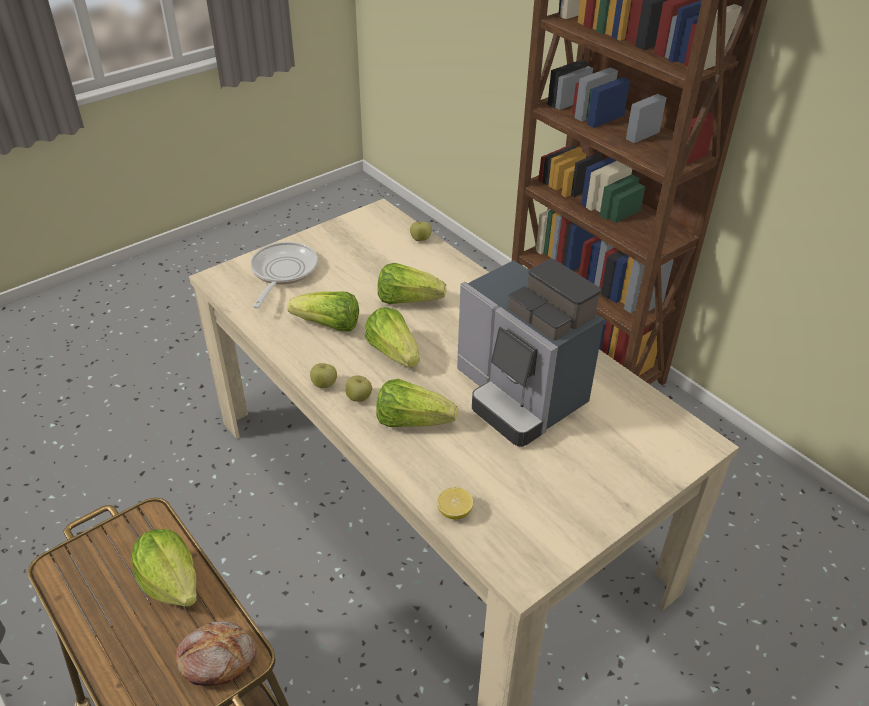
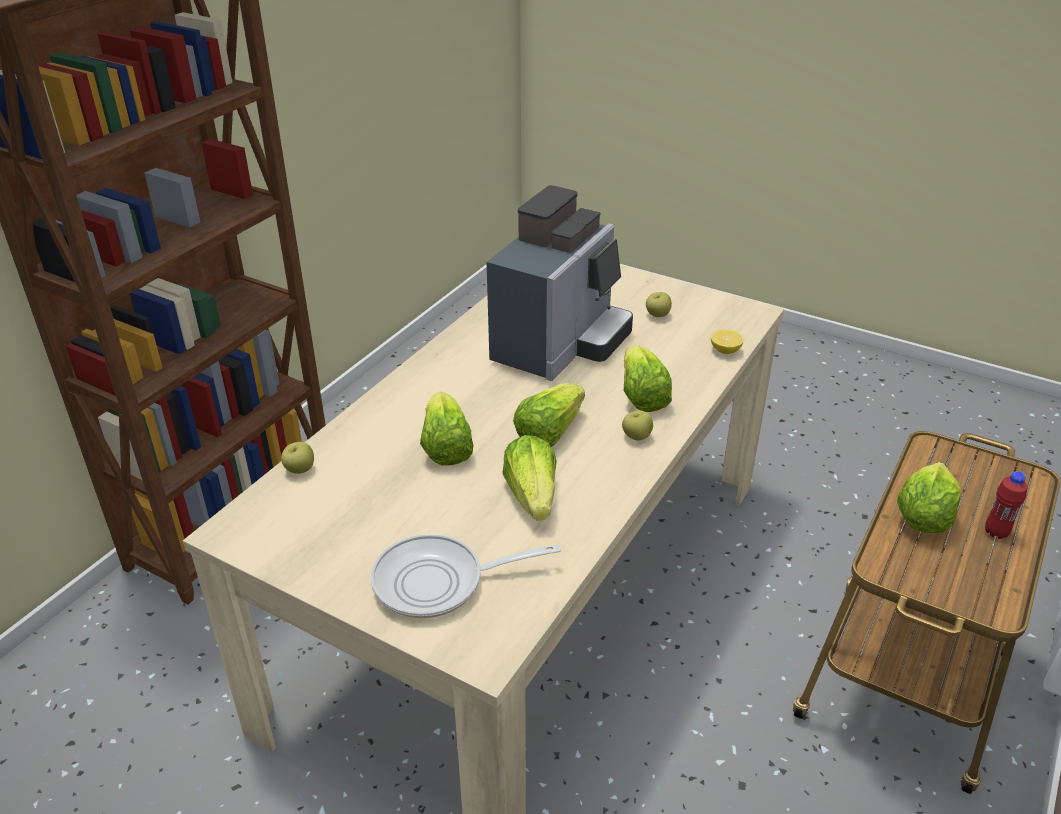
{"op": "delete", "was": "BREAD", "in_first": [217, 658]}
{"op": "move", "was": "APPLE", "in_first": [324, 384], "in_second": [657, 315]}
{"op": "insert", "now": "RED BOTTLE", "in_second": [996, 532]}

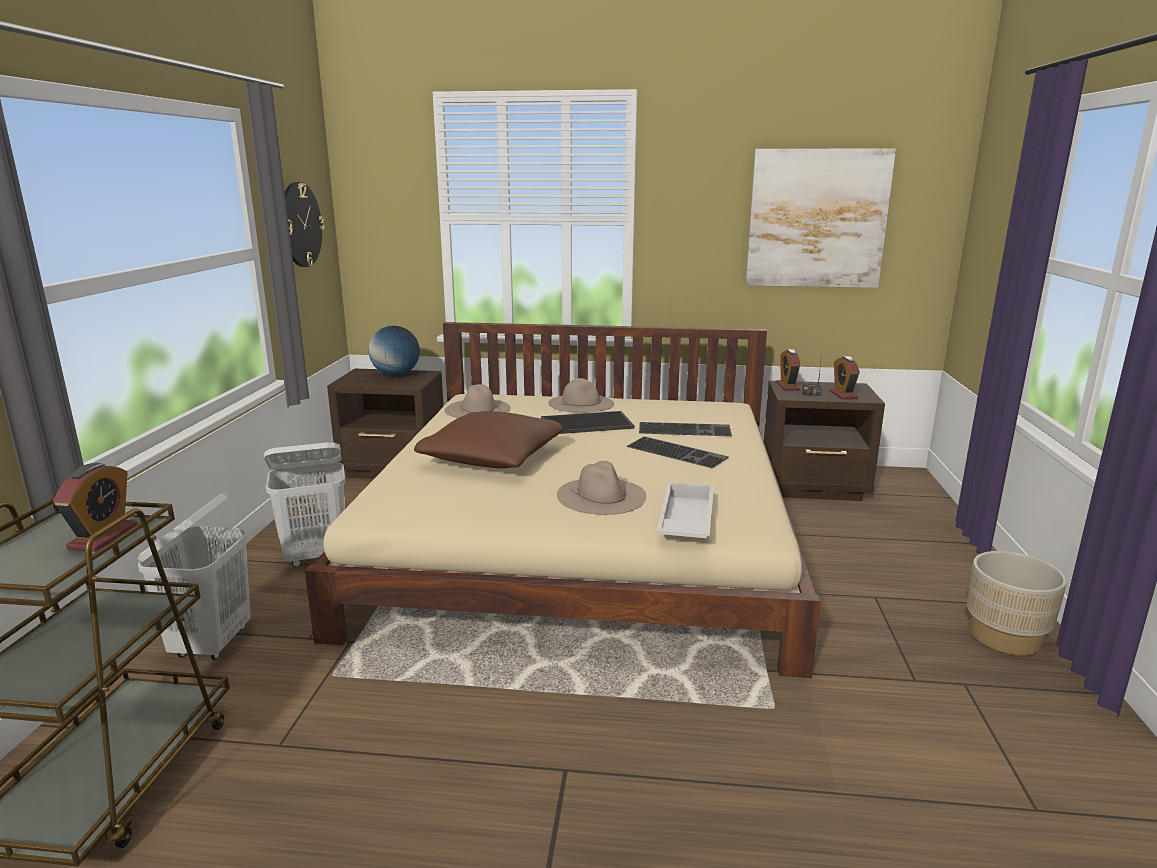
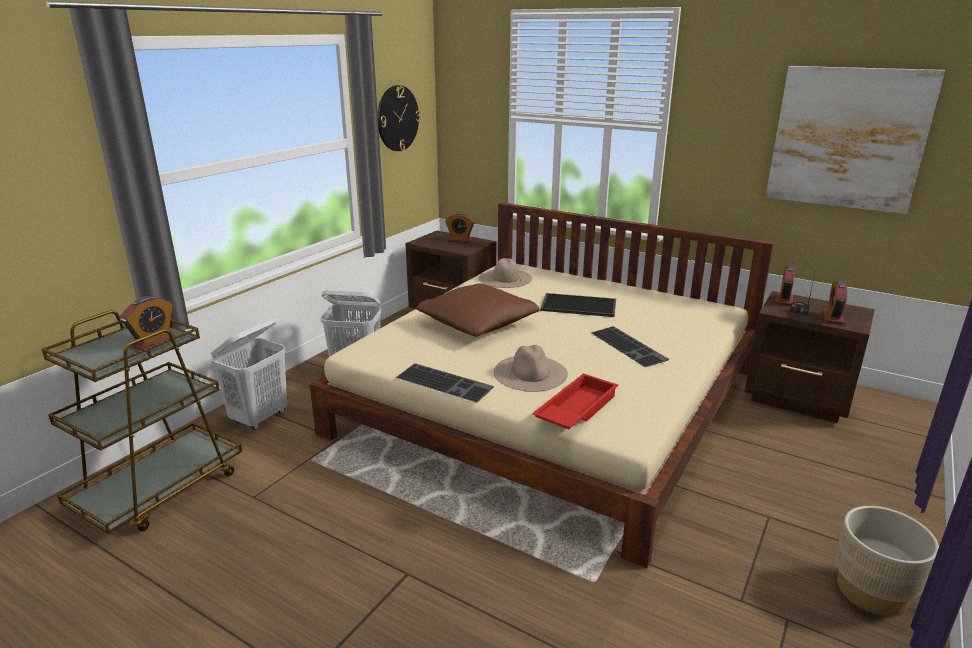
{"op": "replace", "was": "GLOBE", "now": "ALARM CLOCK", "in_first": [396, 375], "in_second": [460, 240]}
{"op": "delete", "was": "BEIGE HAT", "in_first": [581, 403]}
{"op": "move", "was": "KEYBOARD", "in_first": [685, 429], "in_second": [446, 382]}
{"op": "recolor", "was": "WHITE TRAY", "now": "RED TRAY", "in_first": [684, 520], "in_second": [575, 409]}

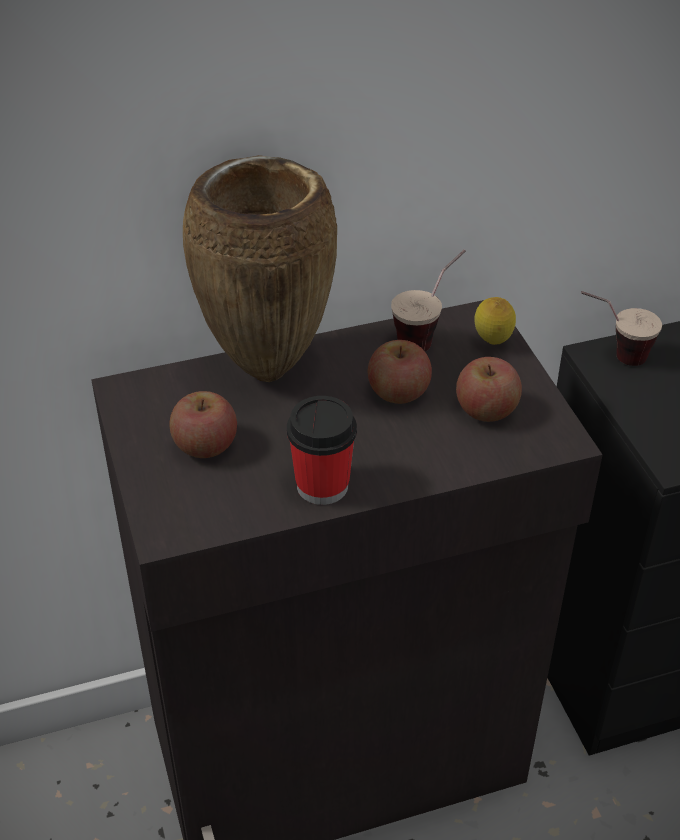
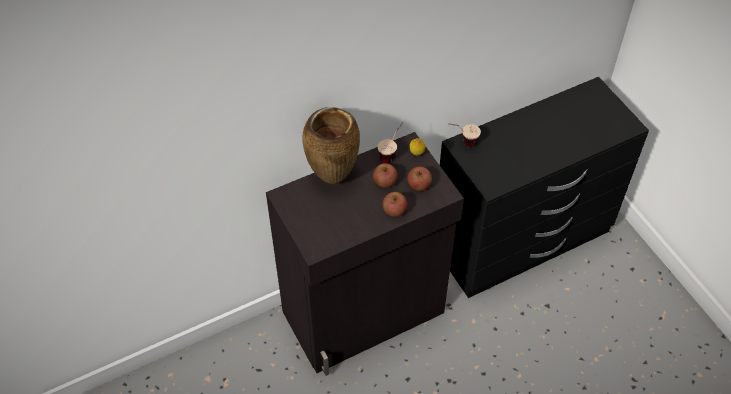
{"op": "move", "was": "APPLE", "in_first": [205, 445], "in_second": [394, 210]}
{"op": "delete", "was": "CUP", "in_first": [322, 485]}

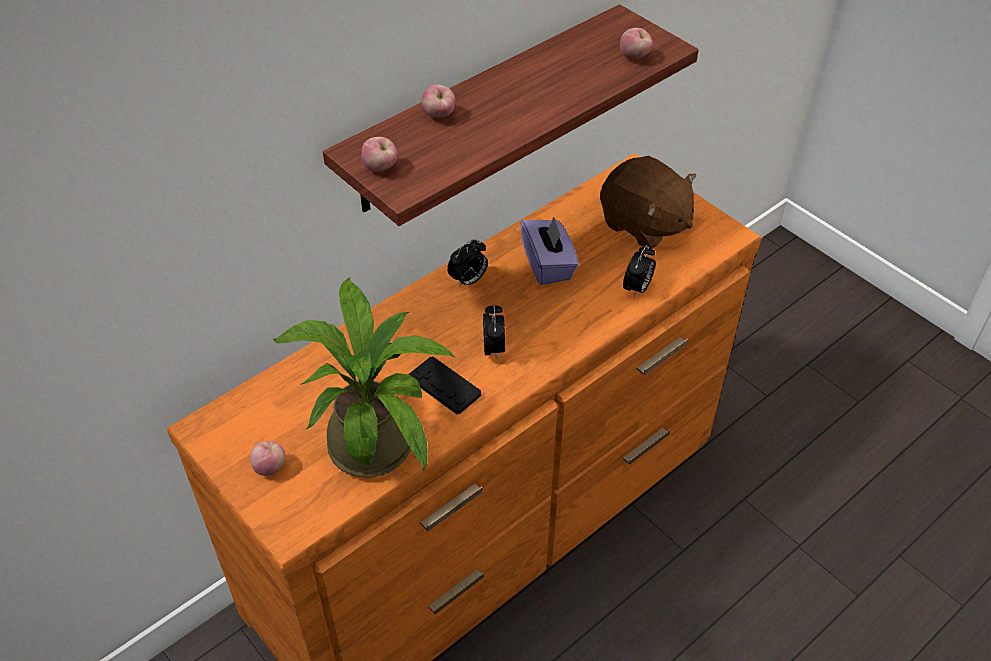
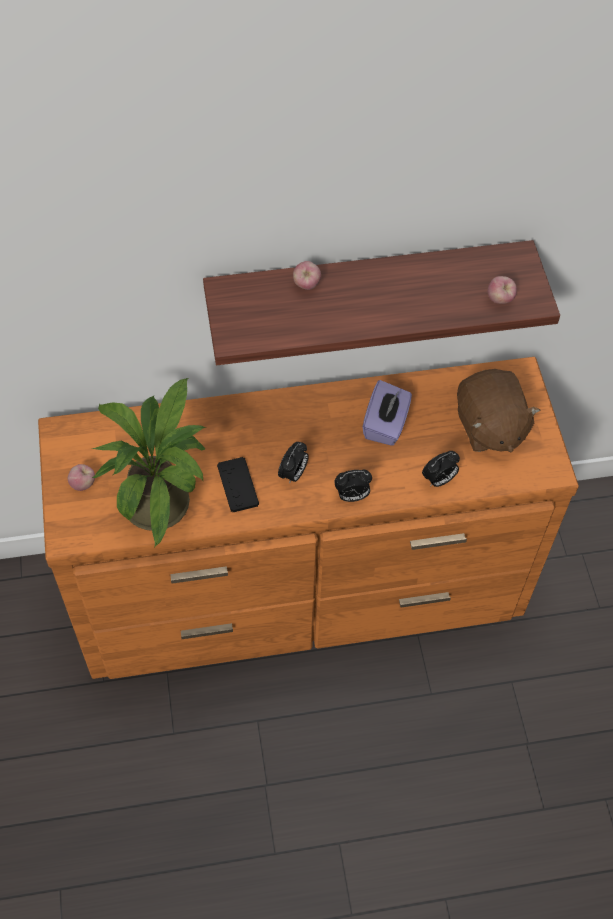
{"op": "delete", "was": "APPLE", "in_first": [380, 168]}
{"op": "move", "was": "ALARM CLOCK", "in_first": [468, 281], "in_second": [352, 496]}

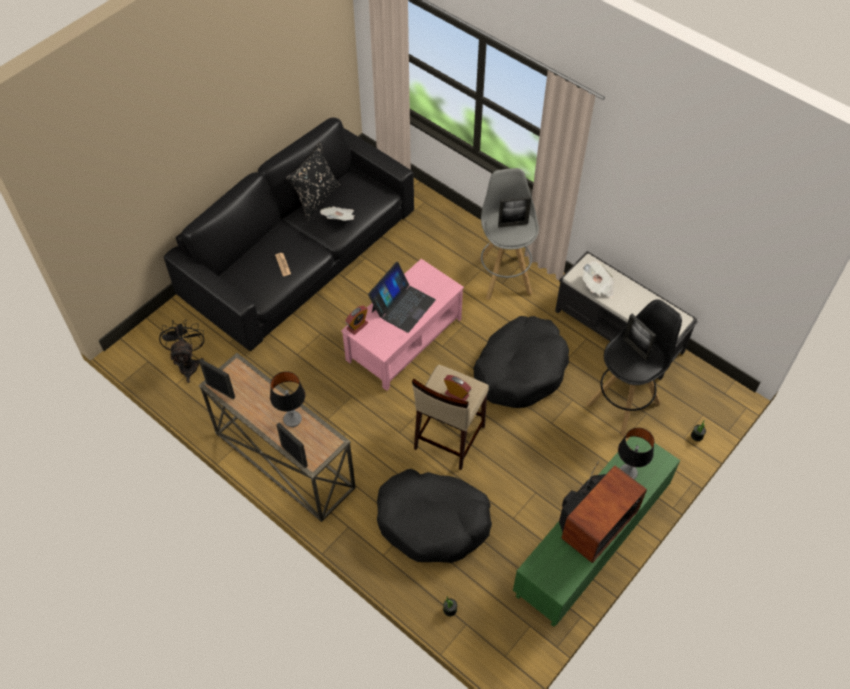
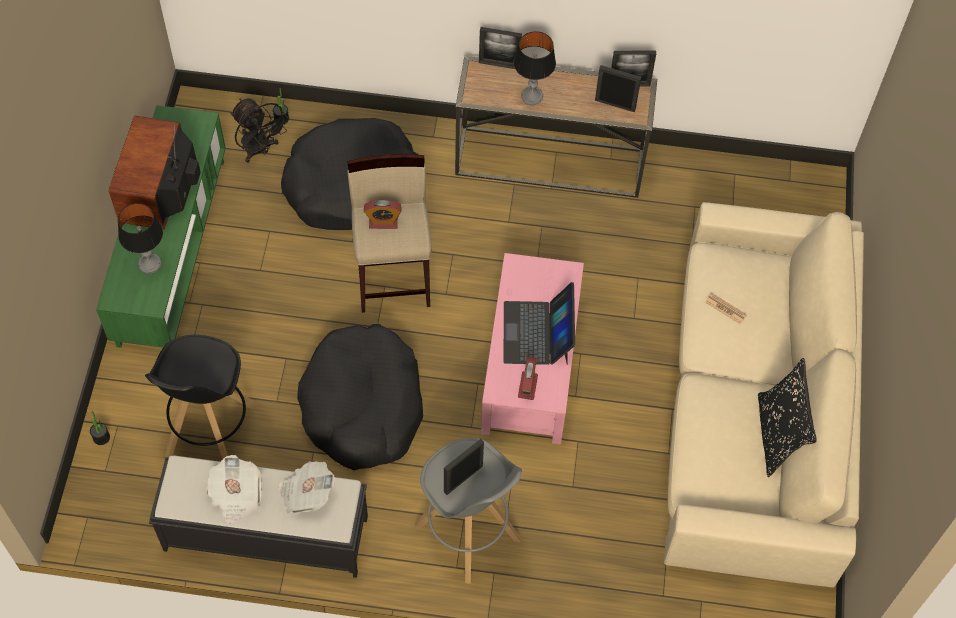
{"op": "move", "was": "BLACK FAN", "in_first": [188, 363], "in_second": [260, 150]}
{"op": "recolor", "was": "BLACK SOFA", "now": "BEIGE SOFA", "in_first": [300, 254], "in_second": [754, 409]}
{"op": "move", "was": "NEWSPAPER", "in_first": [339, 219], "in_second": [236, 496]}
{"op": "move", "was": "ALARM CLOCK", "in_first": [357, 326], "in_second": [527, 386]}
{"op": "move", "was": "PICTURE FRAME", "in_first": [635, 348], "in_second": [615, 104]}

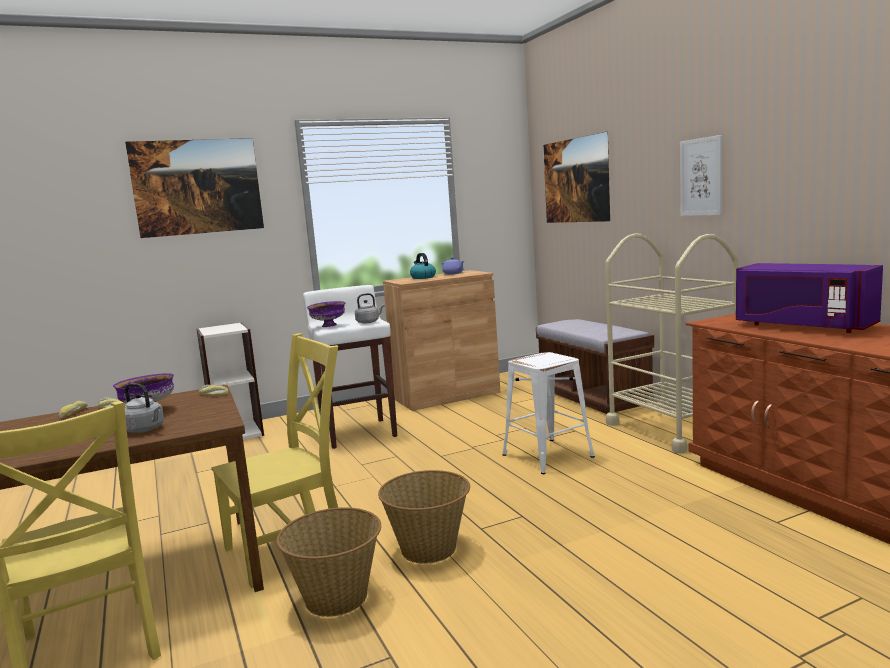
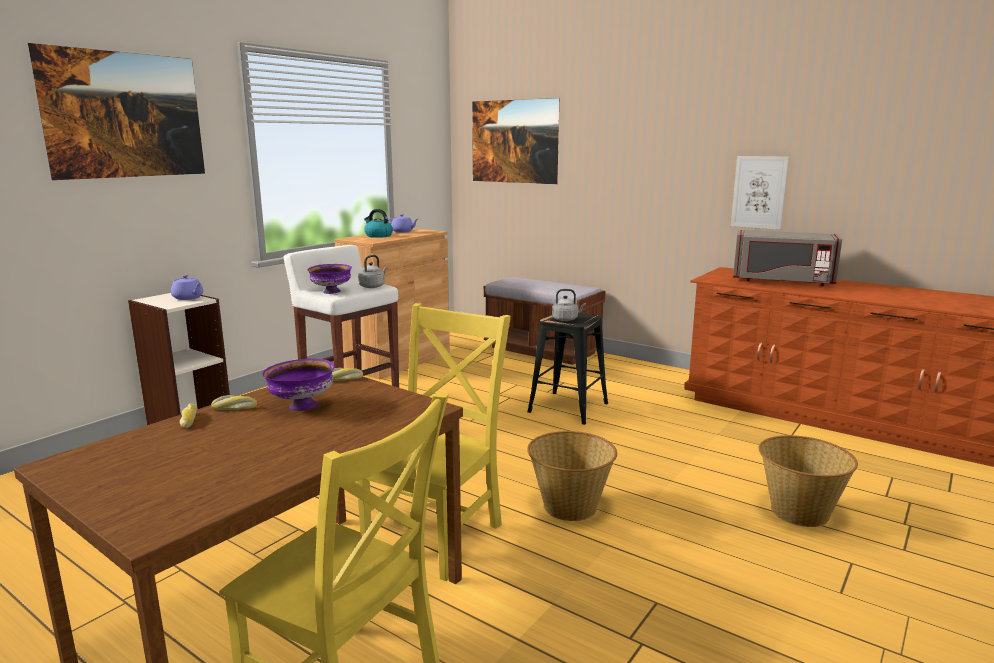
{"op": "move", "was": "GREY KETTLE", "in_first": [146, 429], "in_second": [566, 319]}
{"op": "move", "was": "BASKET", "in_first": [337, 597], "in_second": [799, 511]}
{"op": "recolor", "was": "WHITE STOOL", "now": "BLACK STOOL", "in_first": [548, 456], "in_second": [569, 407]}
{"op": "delete", "was": "BEIGE CART", "in_first": [670, 429]}
{"op": "move", "was": "PICTURE", "in_first": [701, 177], "in_second": [759, 192]}
{"op": "recolor", "was": "PURPLE MICROWAVE", "now": "GREY MICROWAVE", "in_first": [802, 326], "in_second": [782, 281]}
{"op": "insert", "now": "PURPLE TEAPOT", "in_second": [188, 298]}

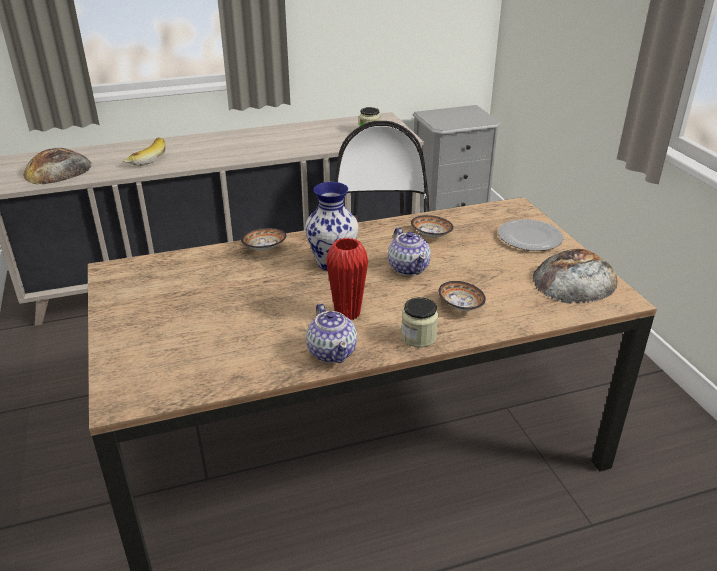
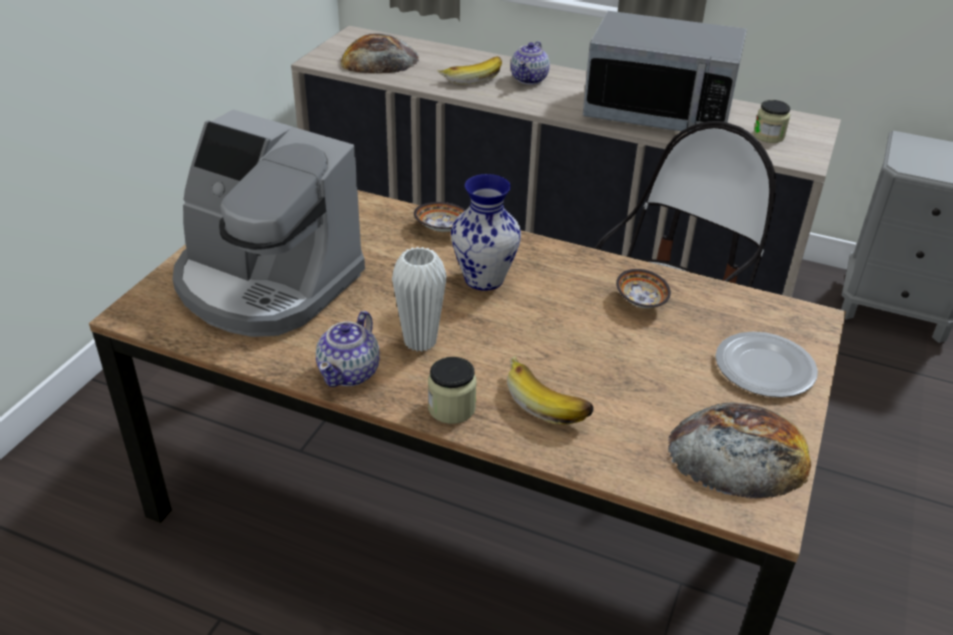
{"op": "recolor", "was": "RED VASE", "now": "WHITE VASE", "in_first": [347, 313], "in_second": [420, 341]}
{"op": "move", "was": "TEAPOT", "in_first": [408, 268], "in_second": [529, 79]}
{"op": "replace", "was": "BOWL", "now": "BANANA", "in_first": [460, 305], "in_second": [548, 401]}
{"op": "insert", "now": "COFFEE MACHINE", "in_second": [265, 283]}
{"op": "insert", "now": "MICROWAVE", "in_second": [658, 112]}

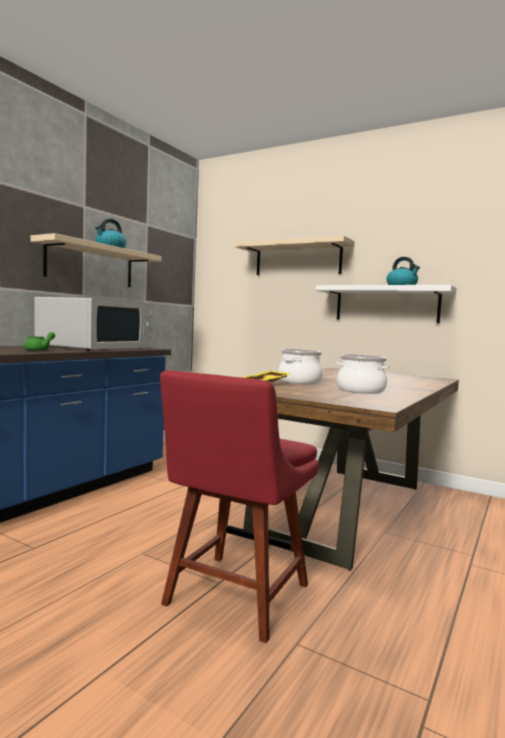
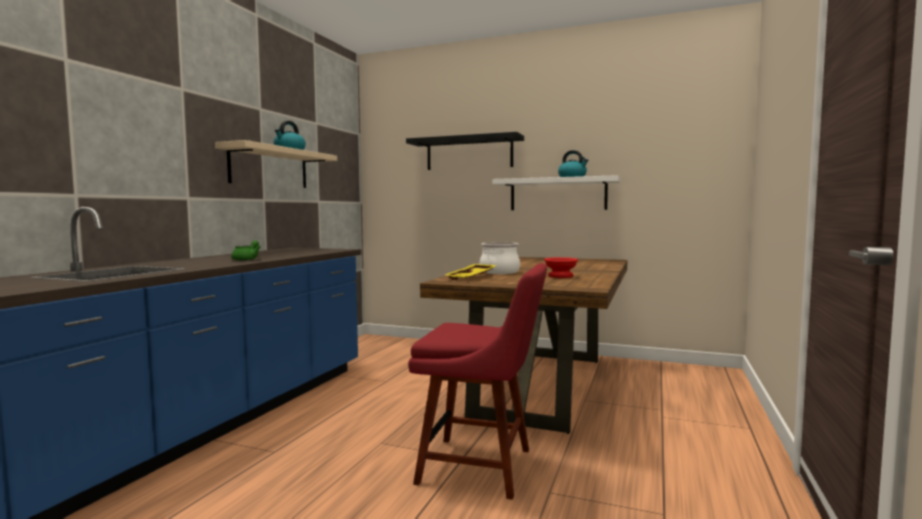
{"op": "delete", "was": "WHITE MICROWAVE", "in_first": [96, 347]}
{"op": "rotate", "was": "RED CHAIR", "in_first": [234, 598], "in_second": [482, 467], "clockwise": -90}
{"op": "recolor", "was": "BEIGE SHELF", "now": "BLACK SHELF", "in_first": [297, 259], "in_second": [469, 153]}
{"op": "replace", "was": "COOKING POT", "now": "RED BOWL", "in_first": [360, 390], "in_second": [559, 276]}

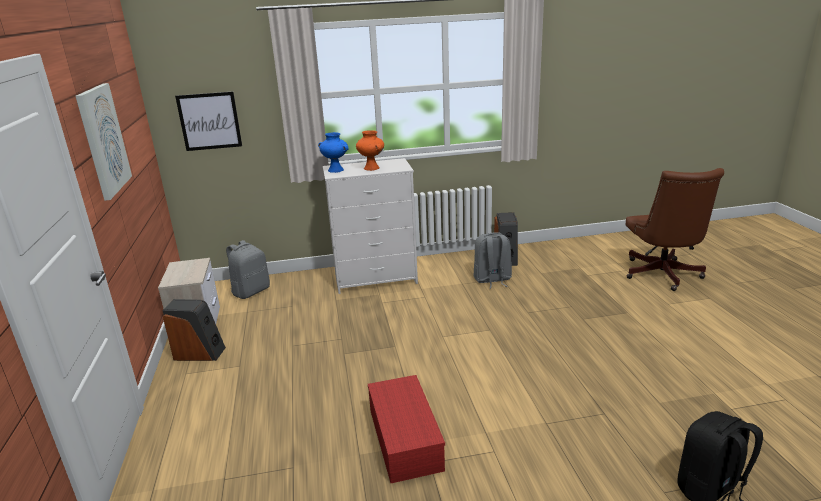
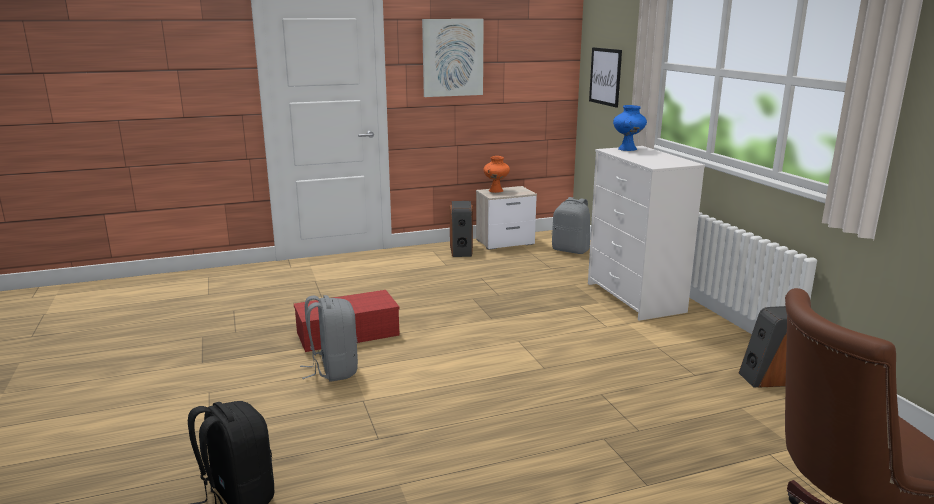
{"op": "move", "was": "ORANGE VASE", "in_first": [372, 168], "in_second": [496, 191]}
{"op": "move", "was": "GREY BACKPACK", "in_first": [492, 280], "in_second": [333, 370]}

